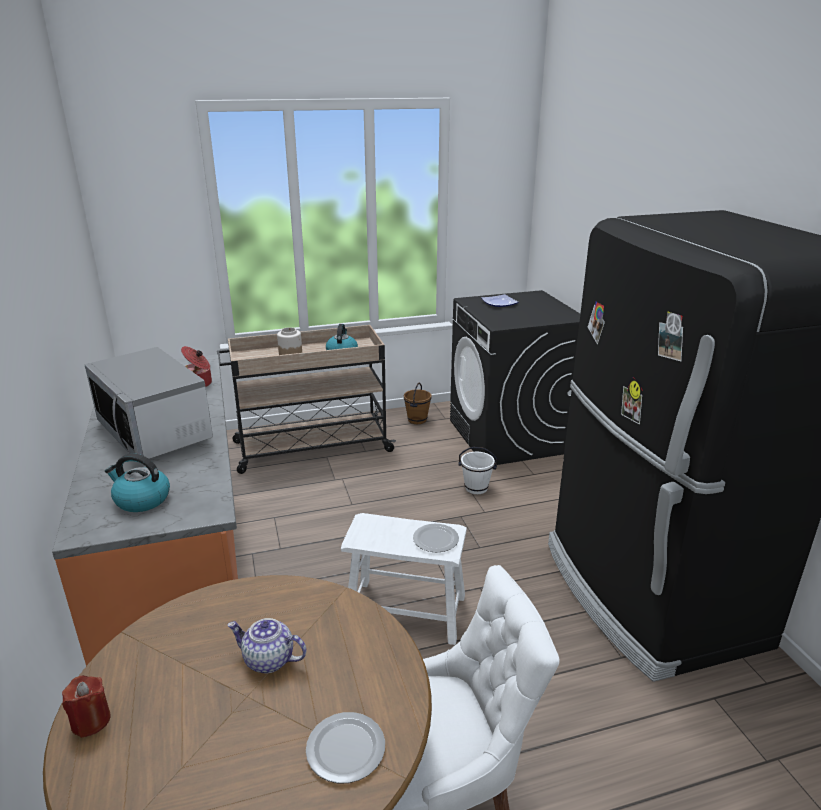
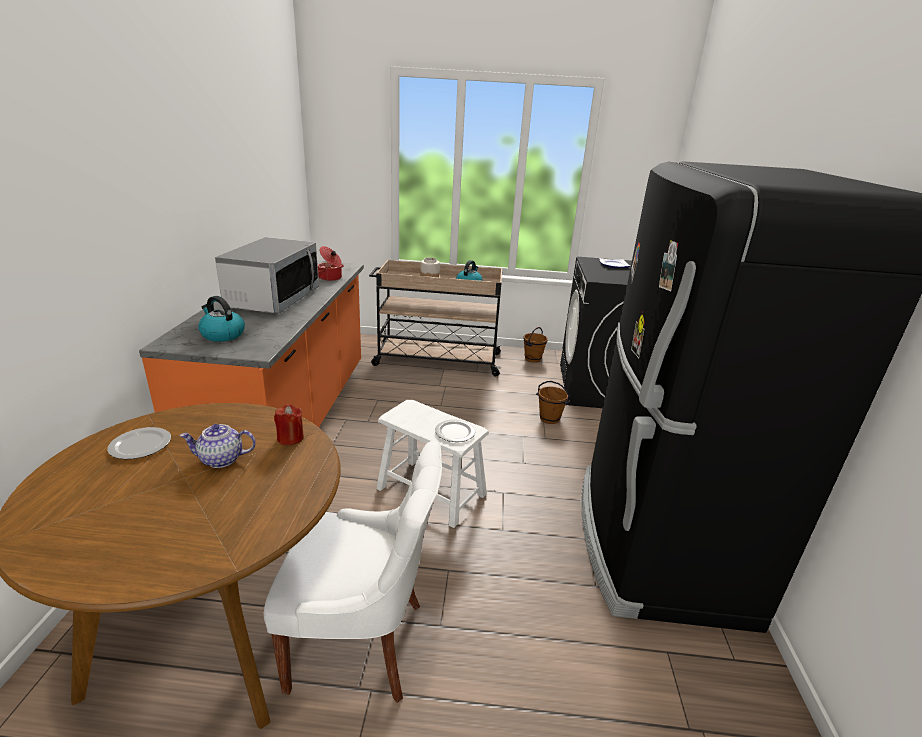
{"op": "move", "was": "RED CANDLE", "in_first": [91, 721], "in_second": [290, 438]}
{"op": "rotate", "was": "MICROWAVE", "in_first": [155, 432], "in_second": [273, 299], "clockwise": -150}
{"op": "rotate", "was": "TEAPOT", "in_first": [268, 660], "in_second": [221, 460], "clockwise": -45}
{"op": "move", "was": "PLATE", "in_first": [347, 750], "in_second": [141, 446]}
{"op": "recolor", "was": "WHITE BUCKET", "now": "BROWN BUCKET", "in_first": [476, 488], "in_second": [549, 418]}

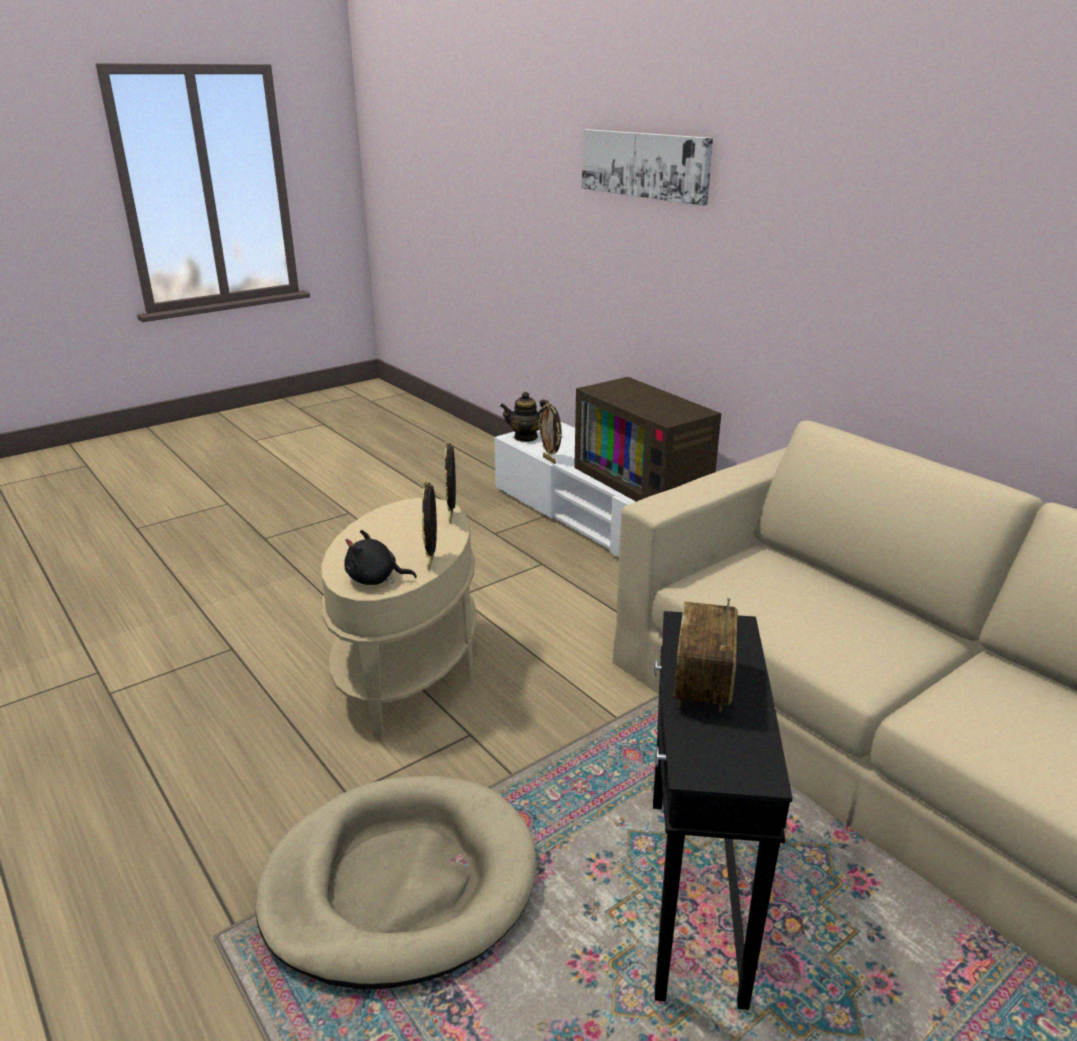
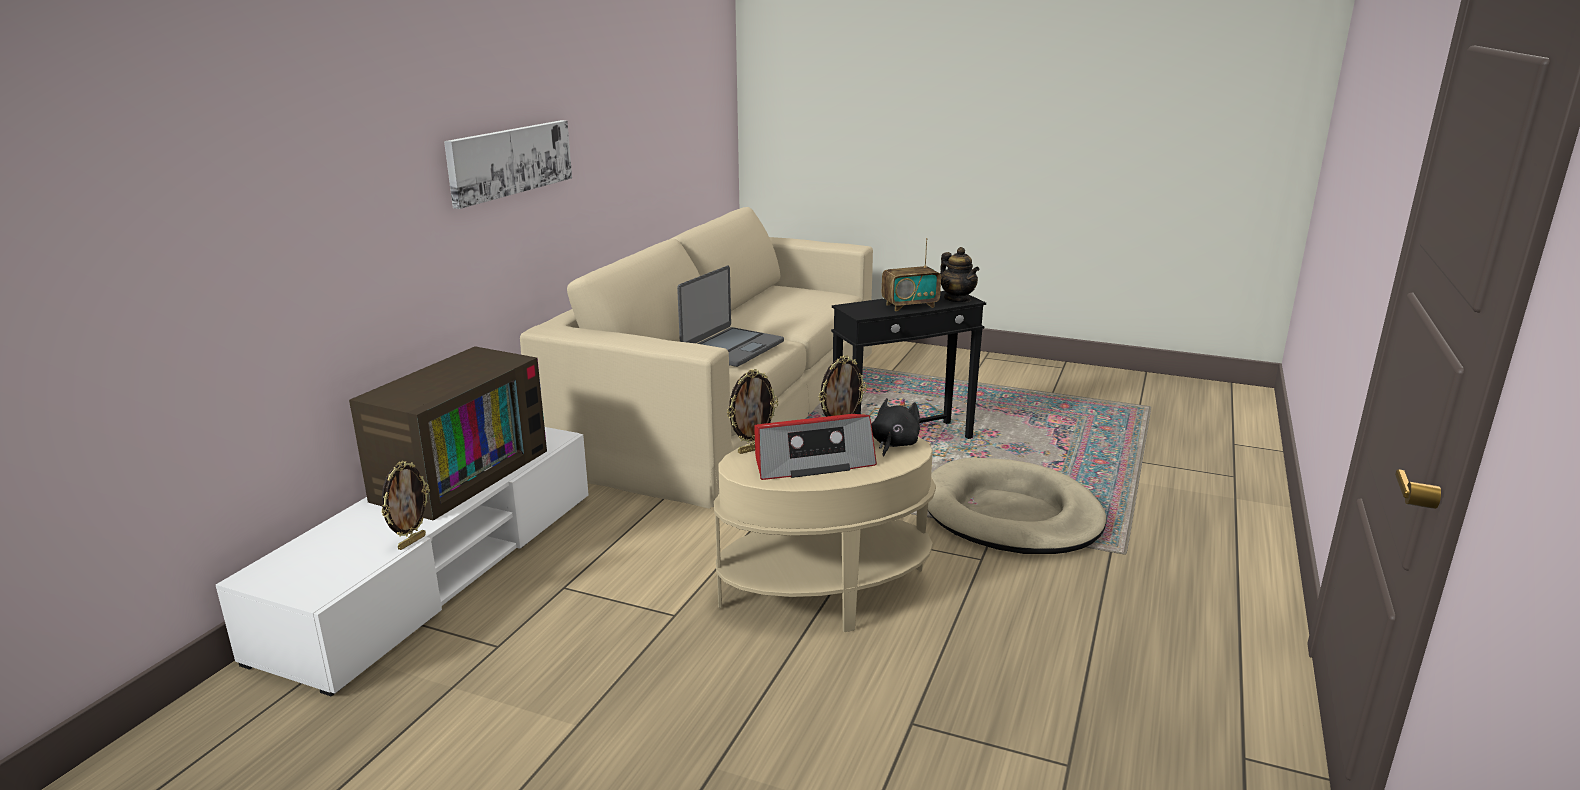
{"op": "rotate", "was": "BLACK PLUSH TOY", "in_first": [375, 579], "in_second": [893, 444], "clockwise": -135}
{"op": "move", "was": "TEAPOT", "in_first": [526, 437], "in_second": [957, 299]}
{"op": "move", "was": "PICTURE", "in_first": [644, 165], "in_second": [510, 161]}
{"op": "insert", "now": "LAPTOP", "in_second": [732, 348]}
{"op": "insert", "now": "RADIO", "in_second": [811, 462]}

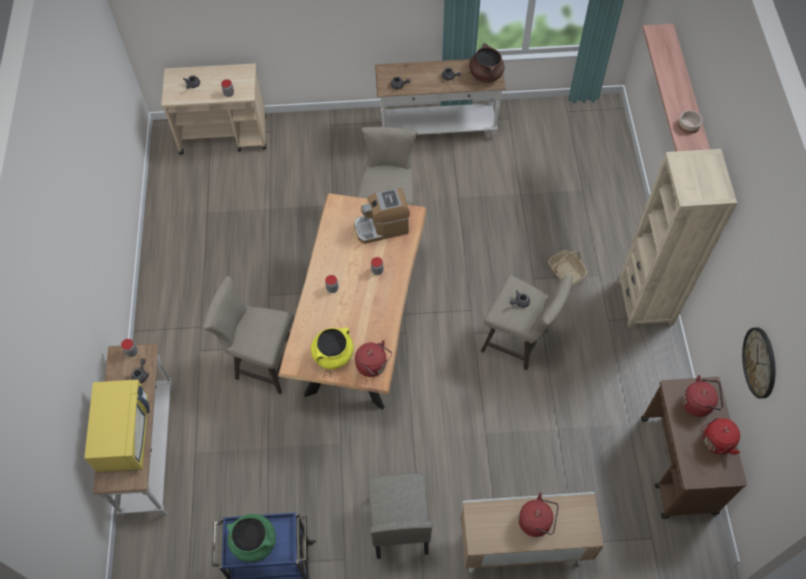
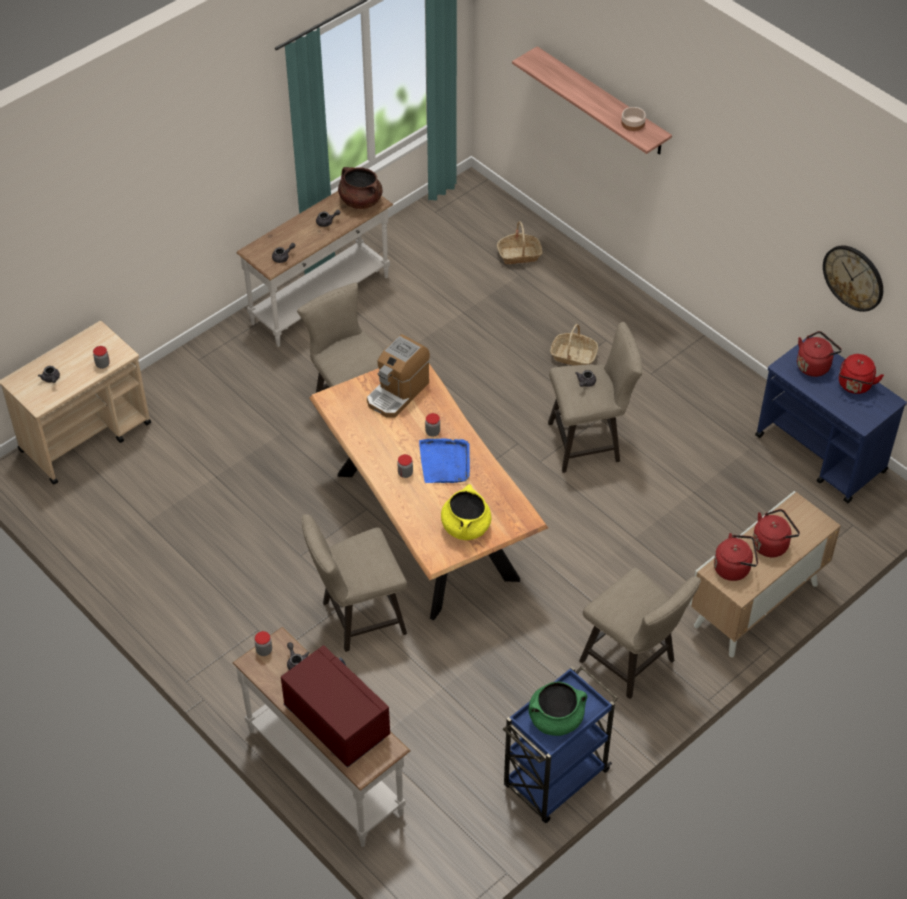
{"op": "recolor", "was": "YELLOW MICROWAVE", "now": "RED MICROWAVE", "in_first": [124, 434], "in_second": [336, 722]}
{"op": "move", "was": "RED KETTLE", "in_first": [373, 366], "in_second": [734, 568]}
{"op": "replace", "was": "BEIGE CHAIR", "now": "BEIGE STOOL", "in_first": [399, 524], "in_second": [633, 664]}
{"op": "delete", "was": "BEIGE BOOKCASE", "in_first": [645, 302]}
{"op": "recolor", "was": "BROWN CART", "now": "BLUE CART", "in_first": [678, 466], "in_second": [821, 454]}
{"op": "insert", "now": "BLUE TRAY", "in_second": [445, 462]}
{"op": "insert", "now": "BASKET", "in_second": [519, 255]}

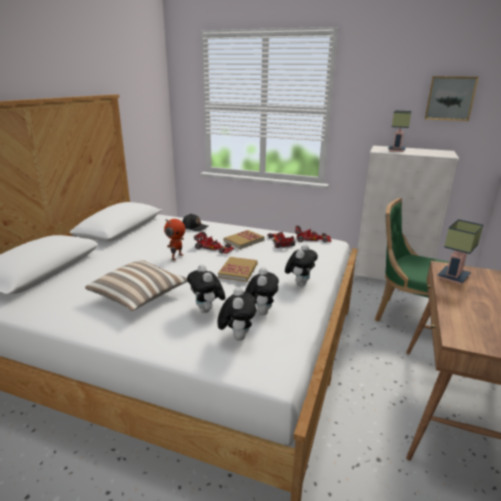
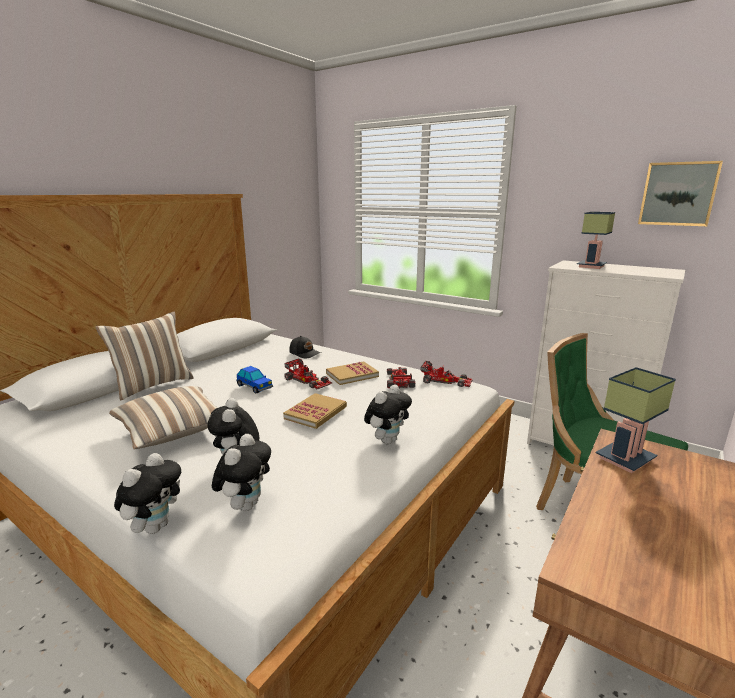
{"op": "replace", "was": "TOY ROBOT", "now": "TOY CAR", "in_first": [176, 257], "in_second": [254, 387]}
{"op": "move", "was": "PLUSH TOY", "in_first": [260, 312], "in_second": [155, 526]}
{"op": "insert", "now": "PILLOW", "in_second": [153, 385]}

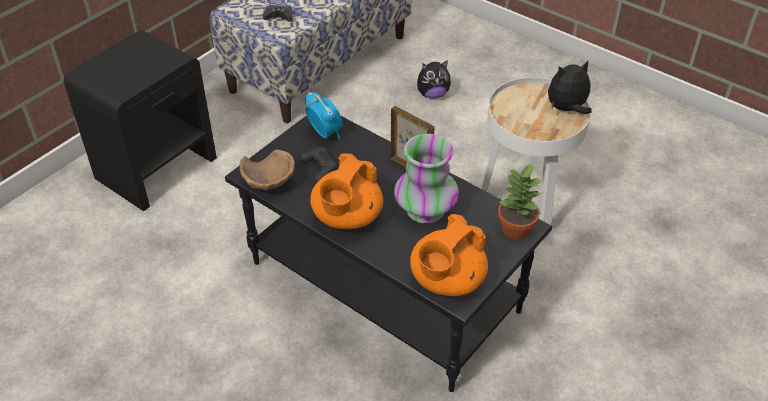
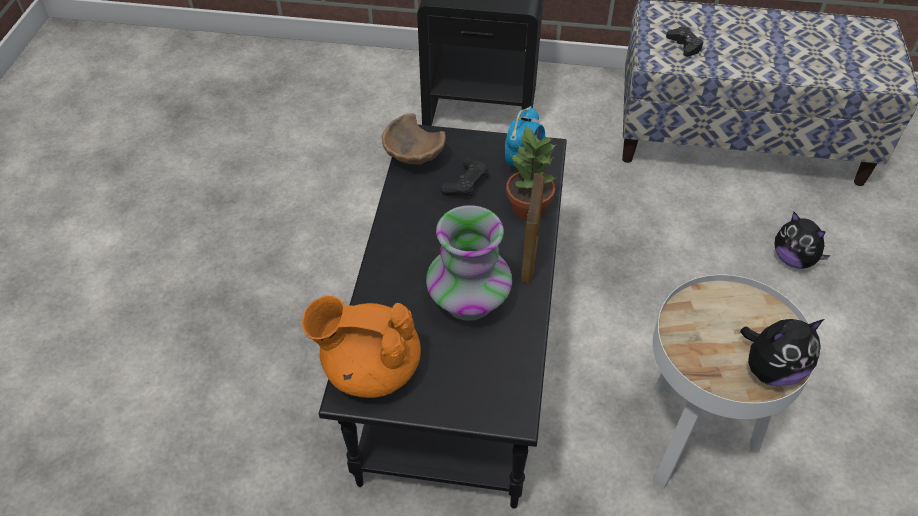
{"op": "delete", "was": "ORANGE TEAPOT", "in_first": [346, 217]}
{"op": "move", "was": "POTTED PLANT", "in_first": [515, 229], "in_second": [527, 206]}
{"op": "rotate", "was": "PLUSH TOY", "in_first": [567, 109], "in_second": [771, 370], "clockwise": 120}

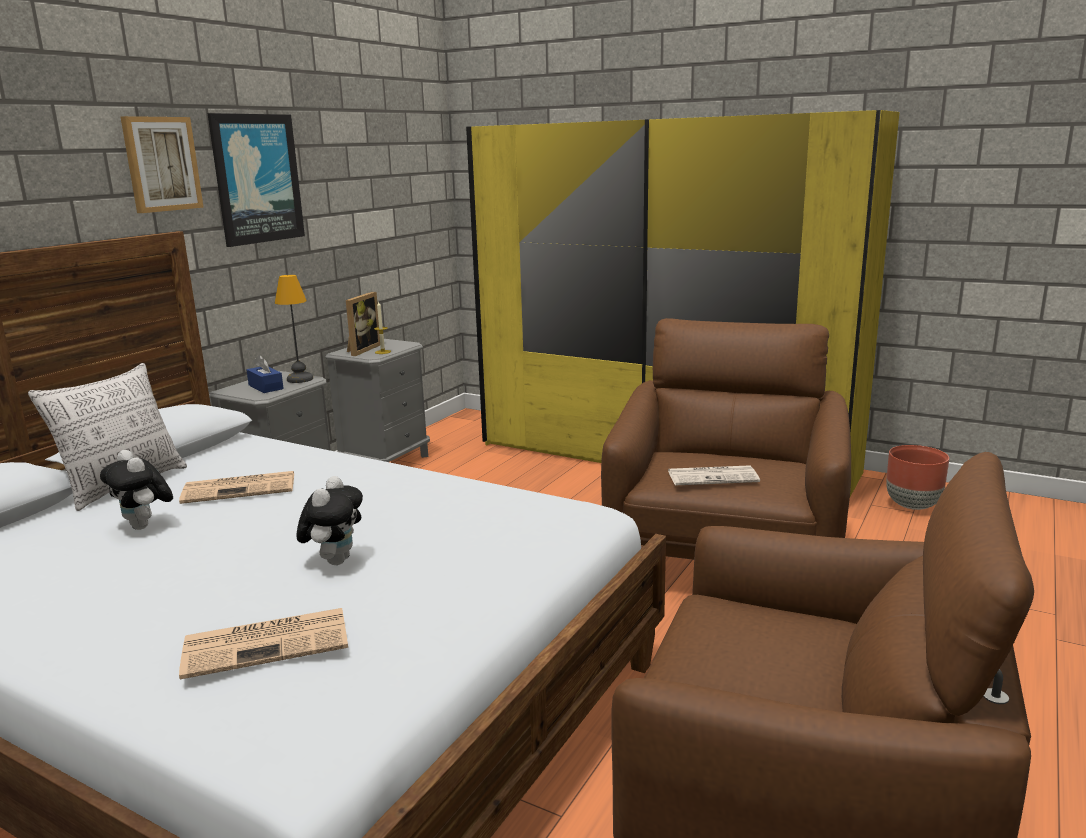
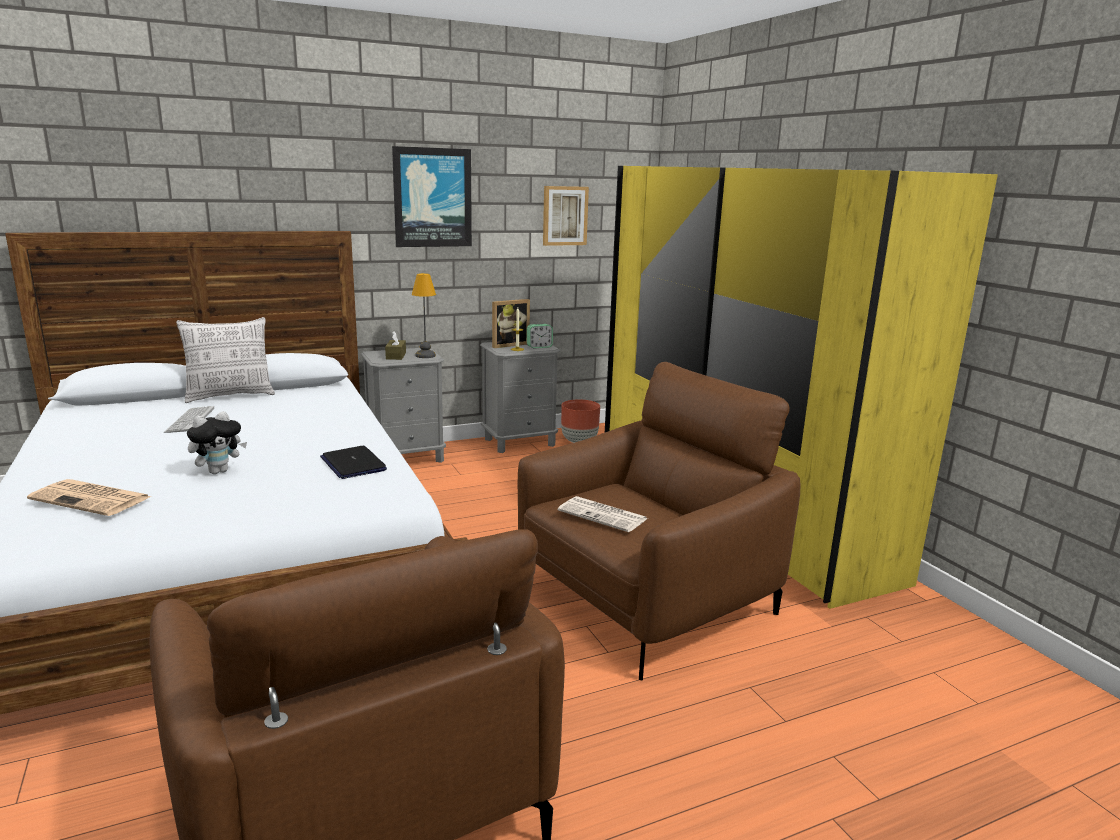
{"op": "replace", "was": "PLUSH TOY", "now": "KEYBOARD", "in_first": [145, 526], "in_second": [190, 421]}
{"op": "move", "was": "PICTURE", "in_first": [161, 164], "in_second": [564, 215]}
{"op": "delete", "was": "NEWSPAPER", "in_first": [241, 488]}
{"op": "recolor", "was": "BLUE TISSUE BOX", "now": "BROWN TISSUE BOX", "in_first": [266, 387], "in_second": [396, 356]}
{"op": "move", "was": "BROWN PLANTER", "in_first": [913, 506], "in_second": [579, 442]}
{"op": "insert", "now": "LAPTOP", "in_second": [353, 464]}
{"op": "insert", "now": "ALARM CLOCK", "in_second": [539, 347]}

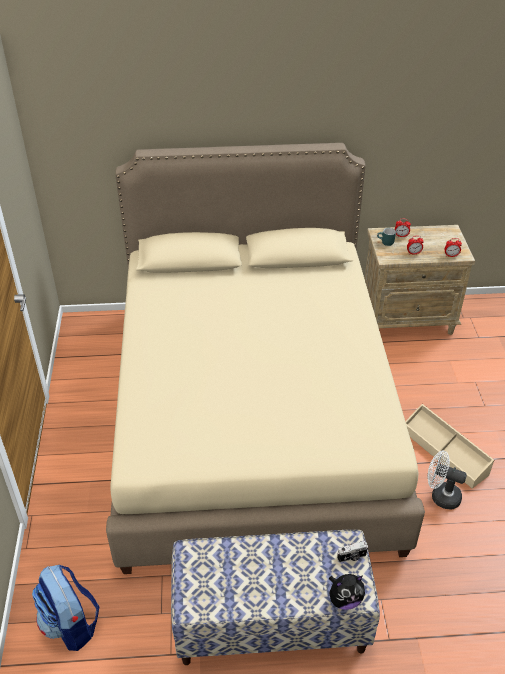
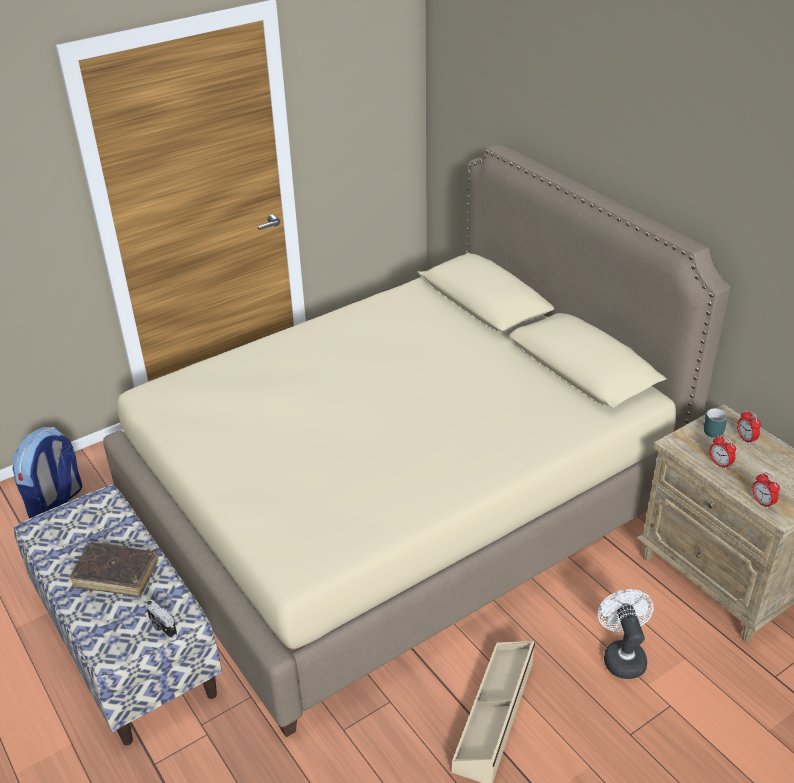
{"op": "delete", "was": "PLUSH TOY", "in_first": [344, 599]}
{"op": "move", "was": "WHITE FAN", "in_first": [440, 496], "in_second": [622, 656]}
{"op": "insert", "now": "BROWN BOOK", "in_second": [116, 574]}

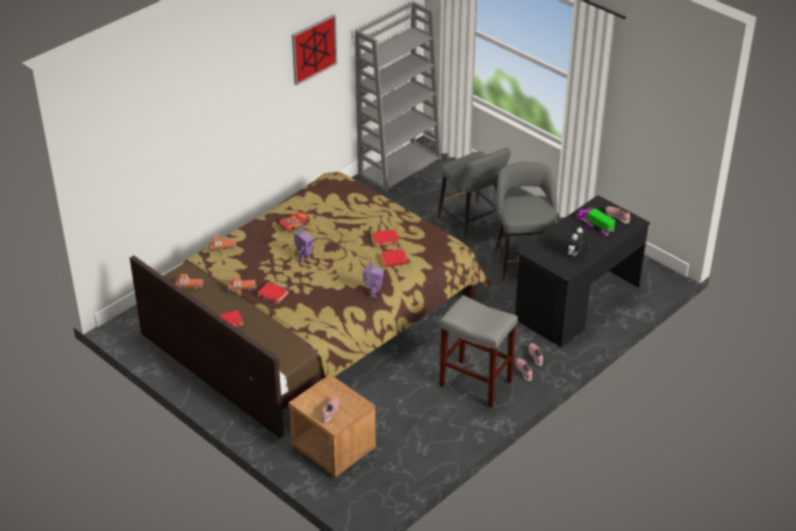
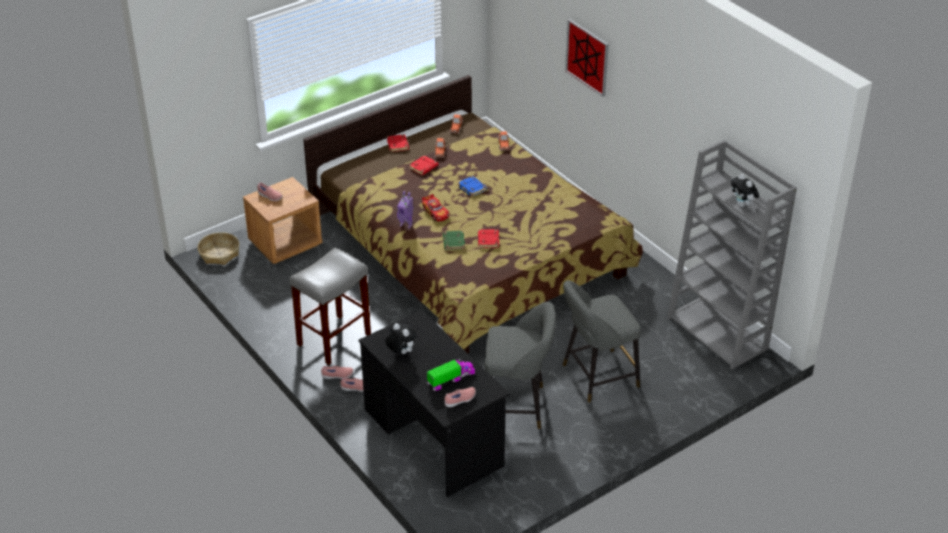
{"op": "move", "was": "TOY CAR", "in_first": [294, 225], "in_second": [435, 212]}
{"op": "move", "was": "PICTURE", "in_first": [314, 49], "in_second": [587, 57]}
{"op": "replace", "was": "TOY ROBOT", "now": "BLUE BOOK", "in_first": [304, 258], "in_second": [472, 188]}
{"op": "recolor", "was": "RED BOOK", "now": "GREEN BOOK", "in_first": [393, 260], "in_second": [453, 242]}
{"op": "insert", "now": "BASKET", "in_second": [219, 253]}
{"op": "insert", "now": "PLUSH TOY", "in_second": [743, 205]}

